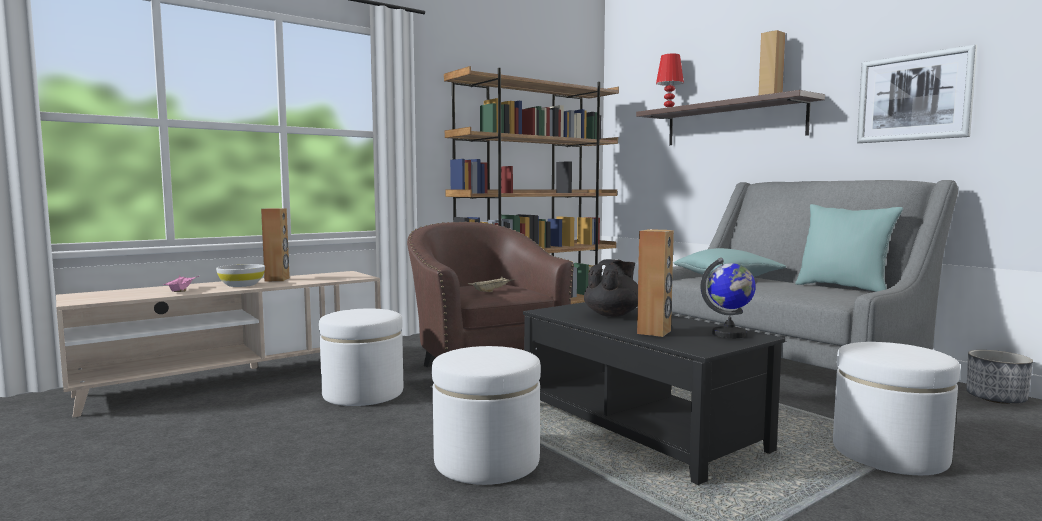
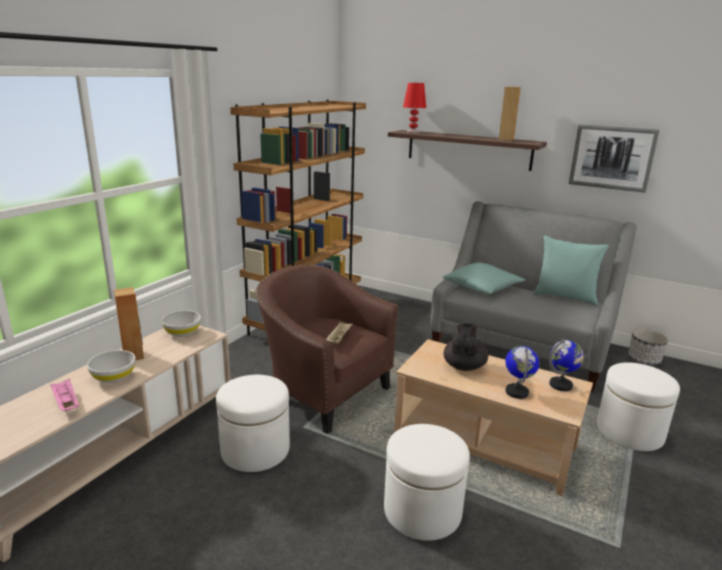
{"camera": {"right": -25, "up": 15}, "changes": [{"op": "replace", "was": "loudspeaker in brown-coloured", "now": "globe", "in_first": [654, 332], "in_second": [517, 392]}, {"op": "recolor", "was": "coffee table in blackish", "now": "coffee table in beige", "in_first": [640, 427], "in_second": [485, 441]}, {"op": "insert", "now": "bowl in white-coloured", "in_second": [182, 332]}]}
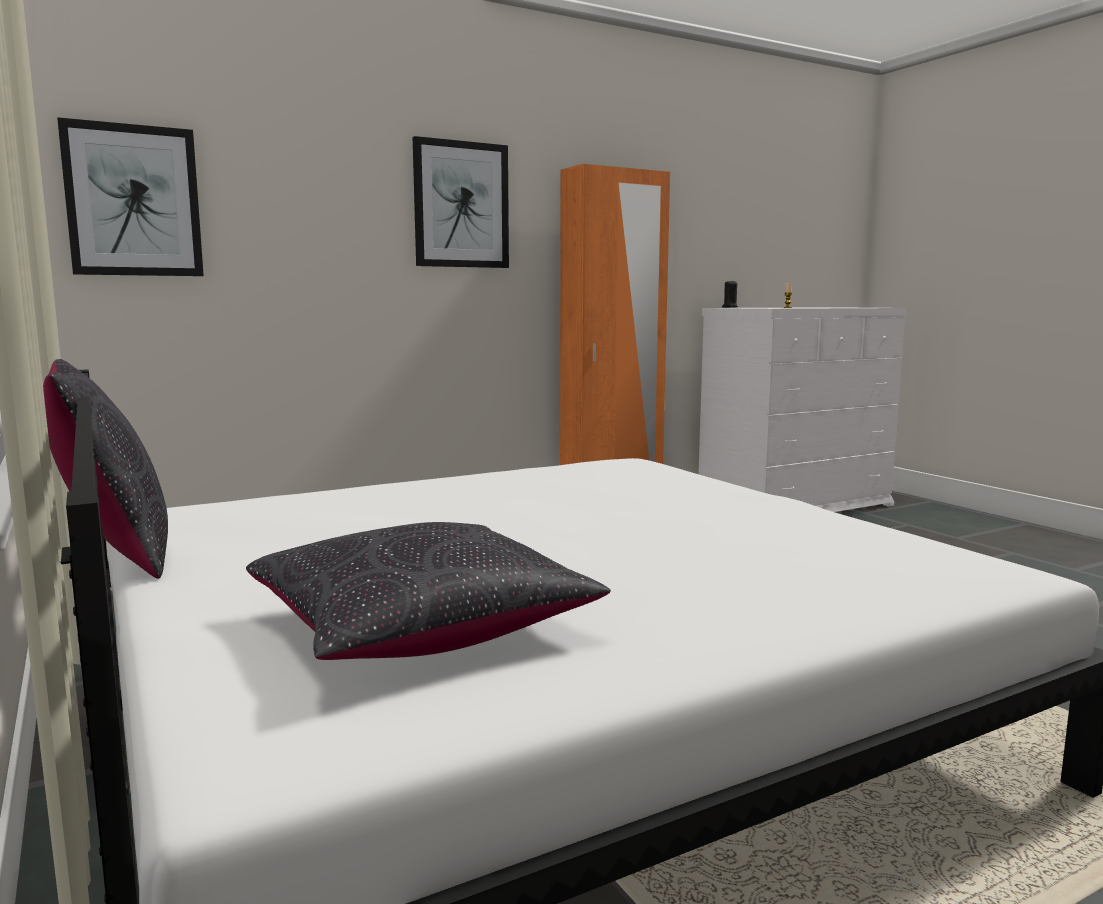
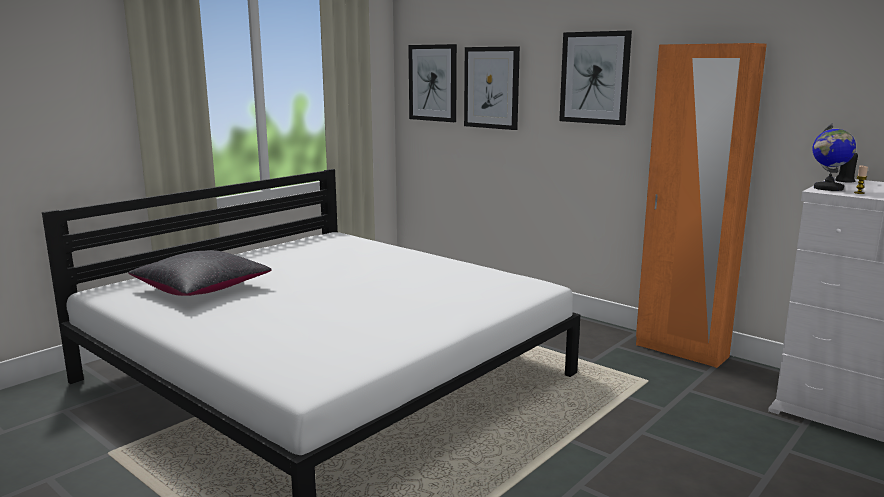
{"camera": {"right": 70, "up": 5}, "changes": [{"op": "delete", "was": "cushion in blackish", "in_first": [114, 554]}, {"op": "insert", "now": "wall art", "in_second": [491, 87]}, {"op": "insert", "now": "globe", "in_second": [828, 188]}]}
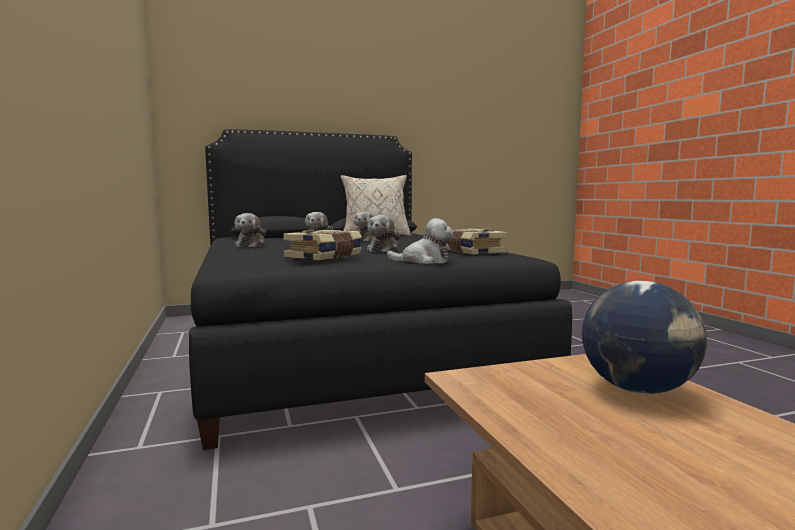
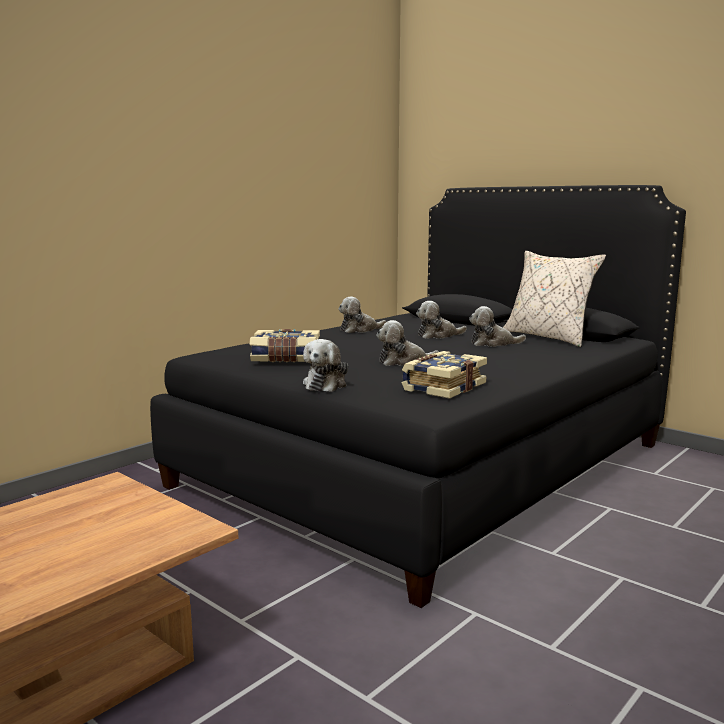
{"camera": {"right": 60, "up": 5}, "changes": [{"op": "rotate", "was": "cuddly toy", "in_first": [424, 261], "in_second": [326, 384], "clockwise": 45}, {"op": "delete", "was": "globe", "in_first": [638, 390]}]}
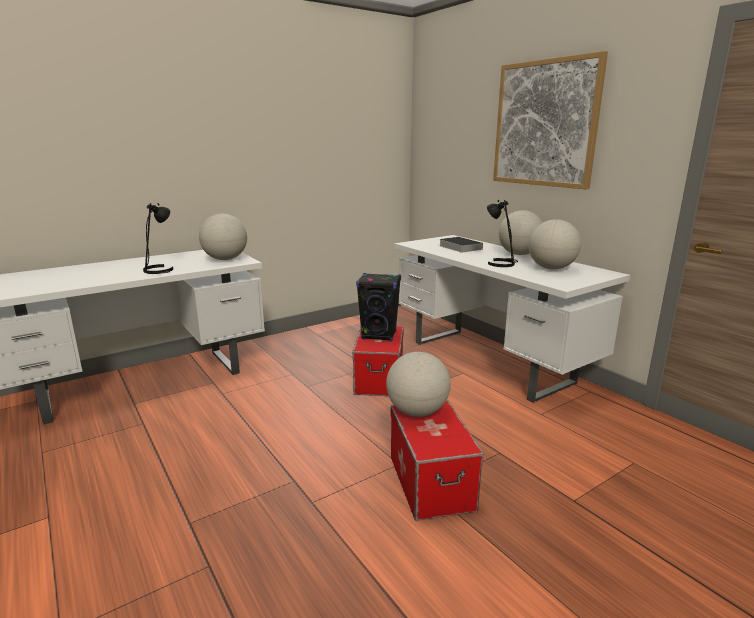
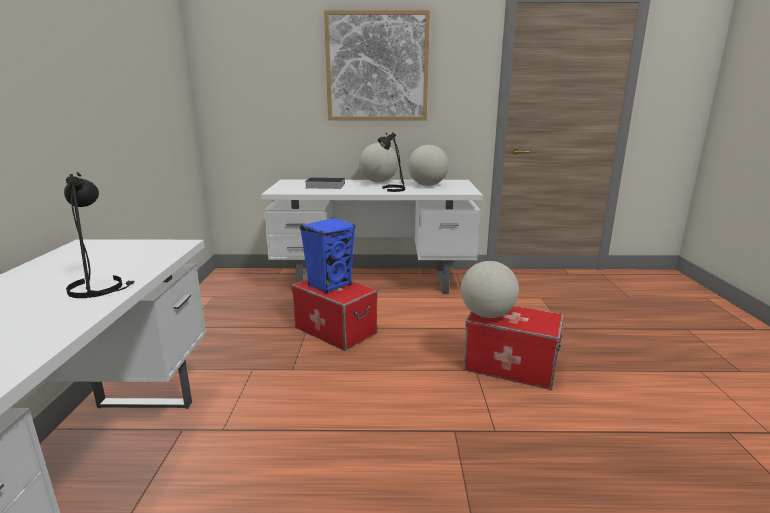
{"camera": {"right": -55, "up": 0}, "changes": [{"op": "delete", "was": "globe", "in_first": [225, 259]}, {"op": "recolor", "was": "loudspeaker in blackish", "now": "loudspeaker in blue", "in_first": [379, 335], "in_second": [330, 285]}]}
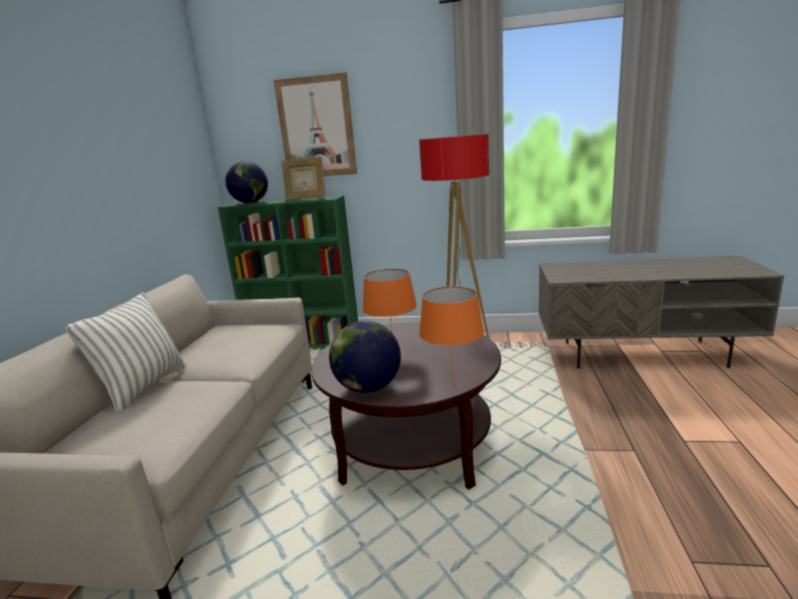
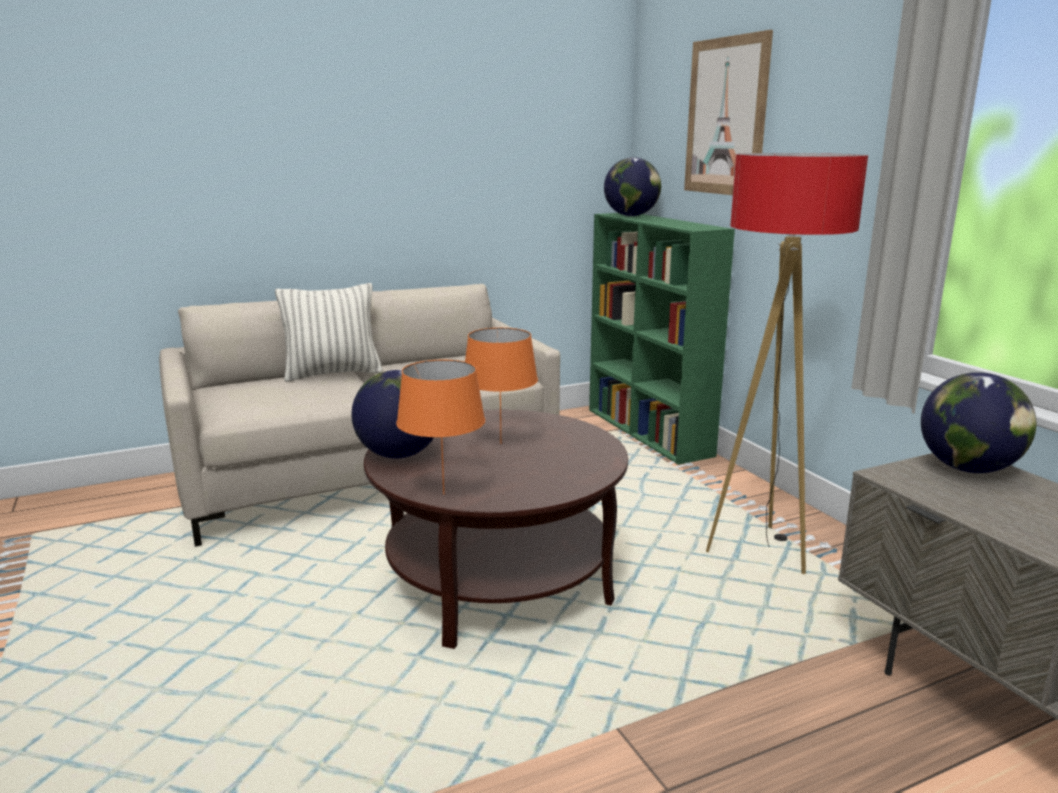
{"camera": {"right": 55, "up": 0}, "changes": [{"op": "delete", "was": "picture frame", "in_first": [306, 198]}, {"op": "insert", "now": "globe", "in_second": [967, 469]}]}
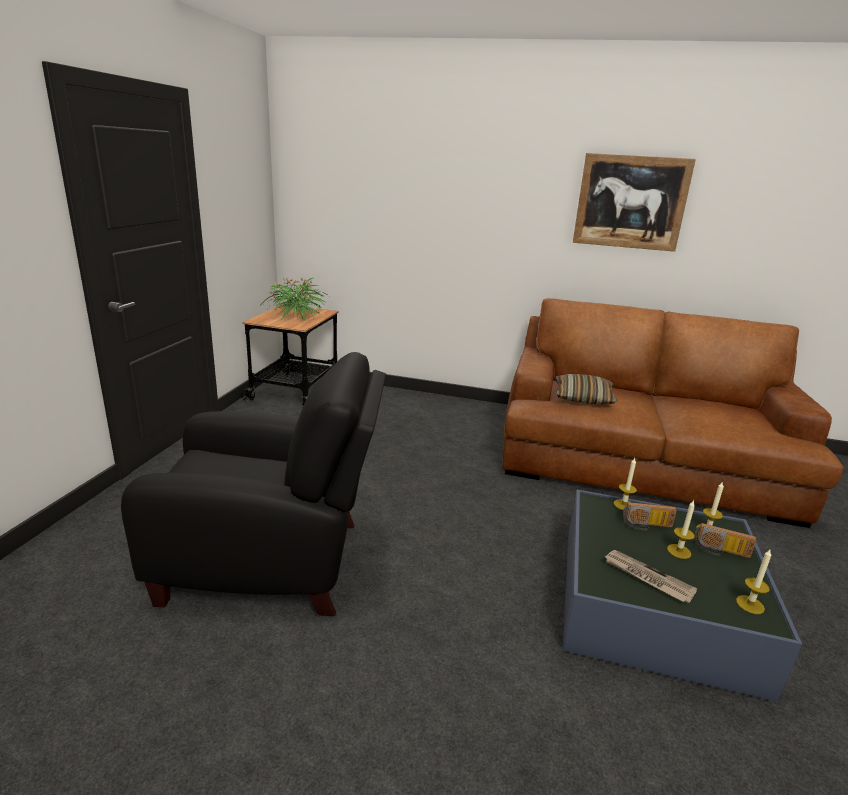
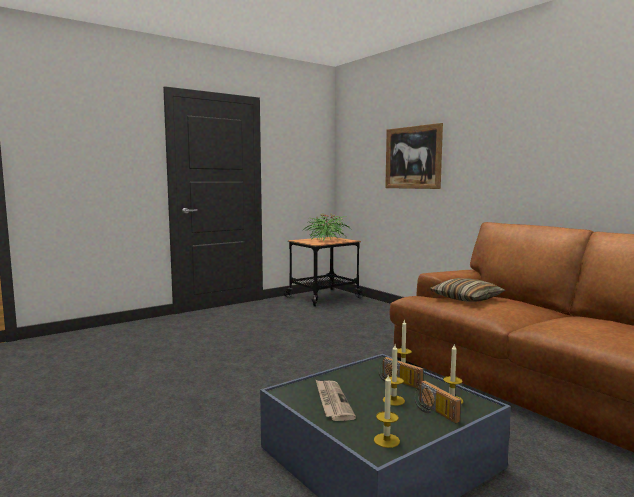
{"camera": {"right": 40, "up": -15}, "changes": [{"op": "move", "was": "wall art", "in_first": [630, 202], "in_second": [413, 157]}, {"op": "delete", "was": "armchair in blackish", "in_first": [272, 562]}]}
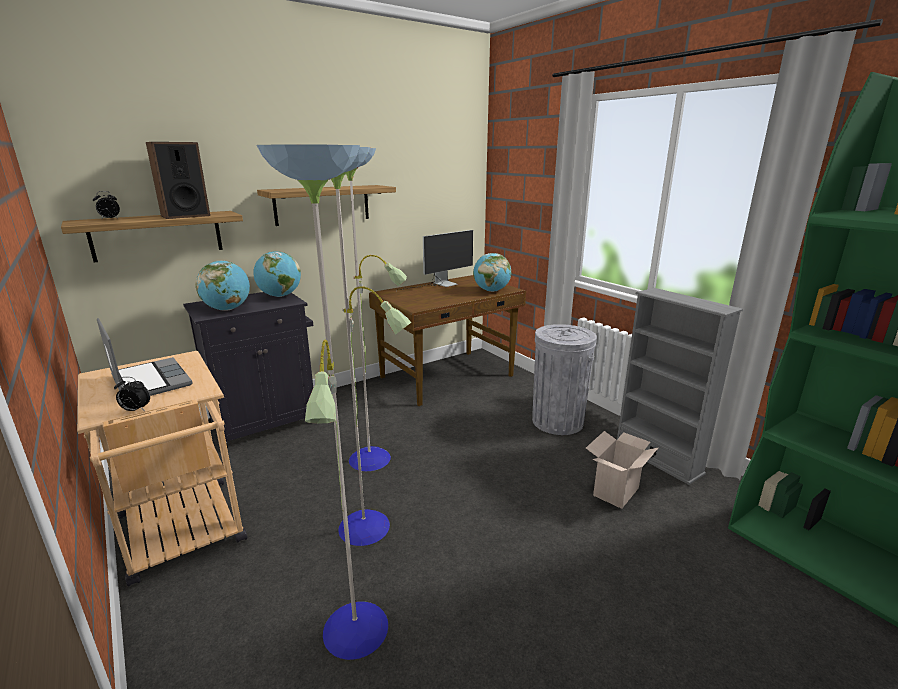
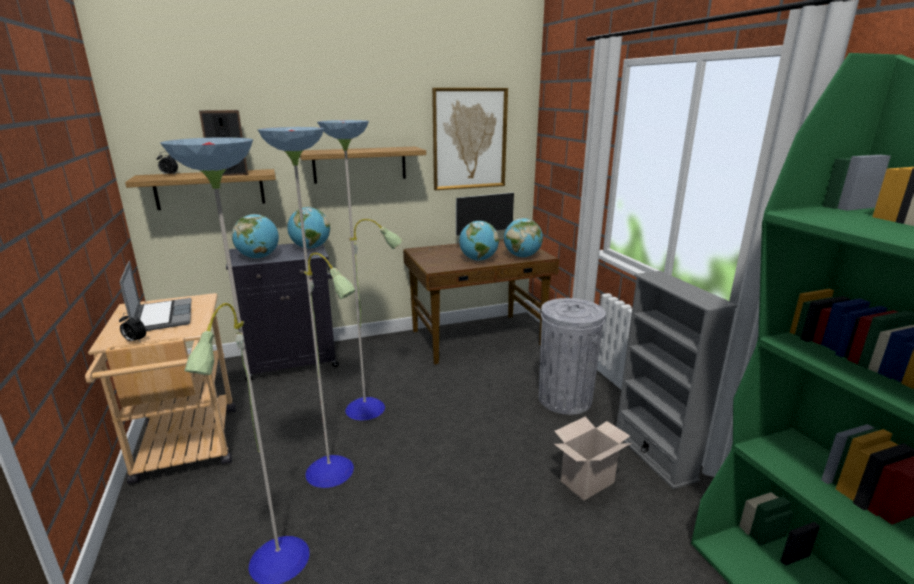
{"camera": {"right": 15, "up": 0}, "changes": [{"op": "insert", "now": "wall art", "in_second": [469, 139]}, {"op": "insert", "now": "globe", "in_second": [478, 260]}]}
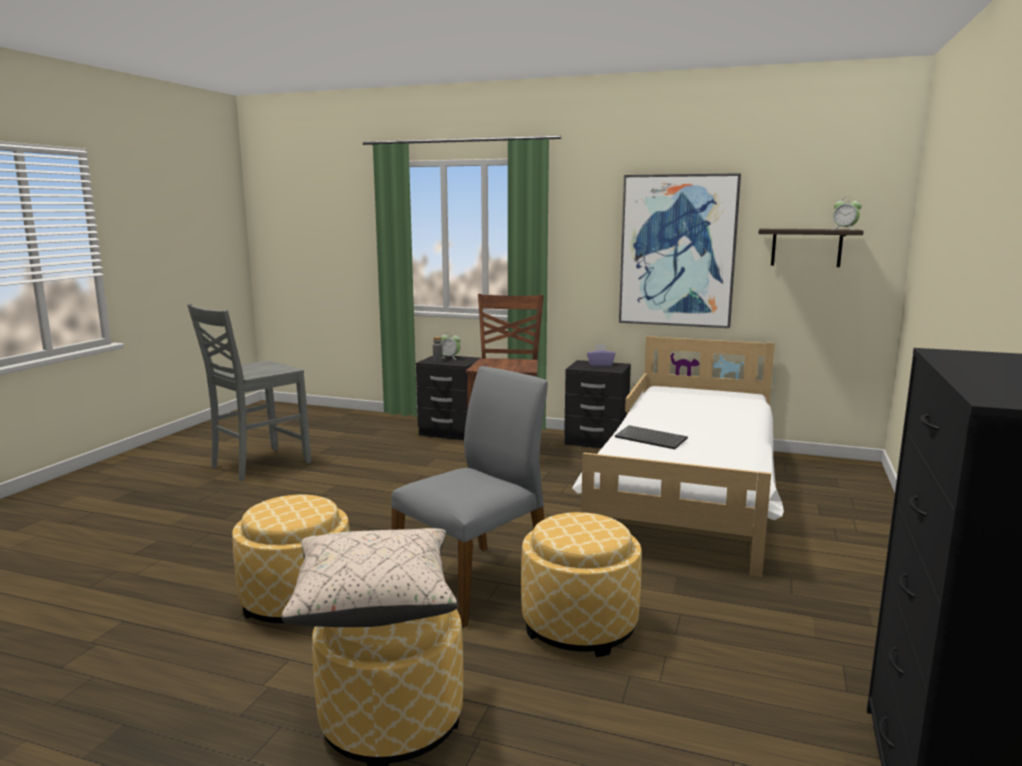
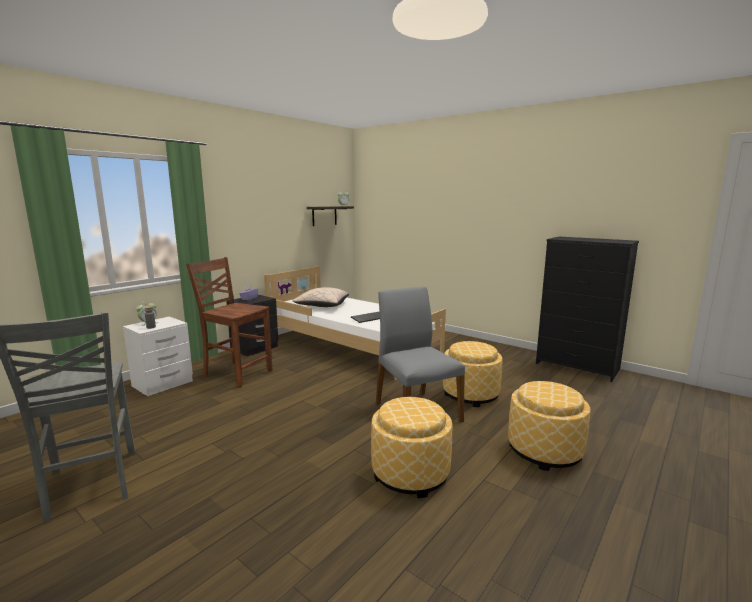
{"camera": {"right": -70, "up": 0}, "changes": [{"op": "delete", "was": "wall art", "in_first": [677, 251]}, {"op": "recolor", "was": "bedside table in blackish", "now": "bedside table in white-coloured", "in_first": [451, 432], "in_second": [162, 384]}, {"op": "move", "was": "cushion in beige", "in_first": [374, 600], "in_second": [322, 306]}]}
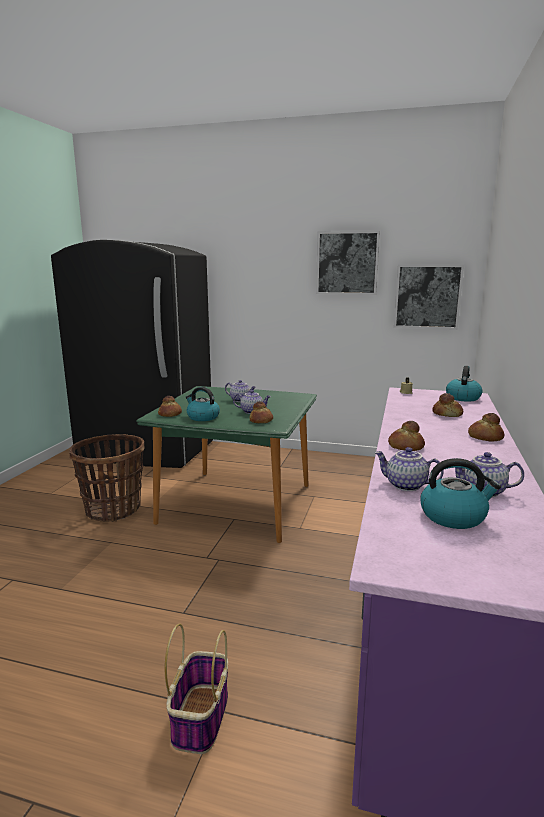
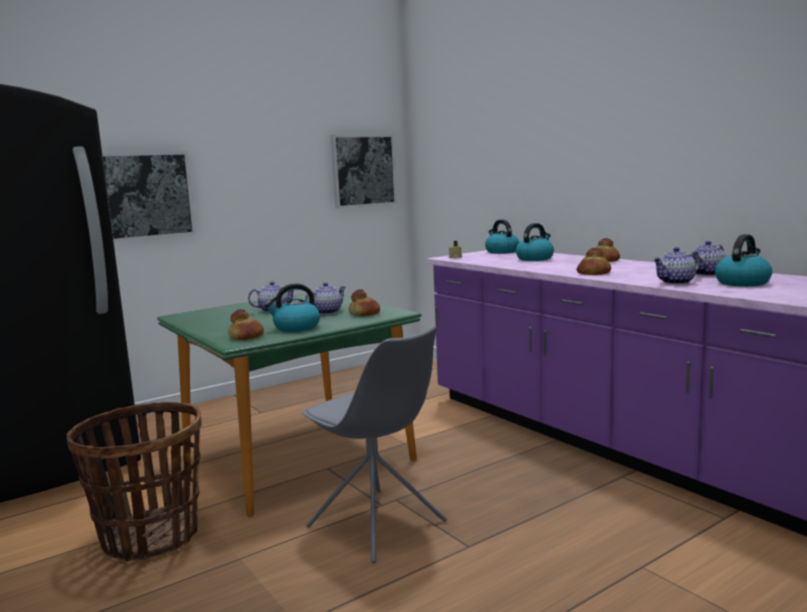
{"camera": {"right": -50, "up": -5}, "changes": [{"op": "move", "was": "wall art", "in_first": [347, 263], "in_second": [147, 195]}, {"op": "replace", "was": "baked bread", "now": "kettle", "in_first": [447, 414], "in_second": [535, 259]}, {"op": "delete", "was": "basket", "in_first": [200, 717]}, {"op": "insert", "now": "plain chair in gray", "in_second": [378, 525]}]}
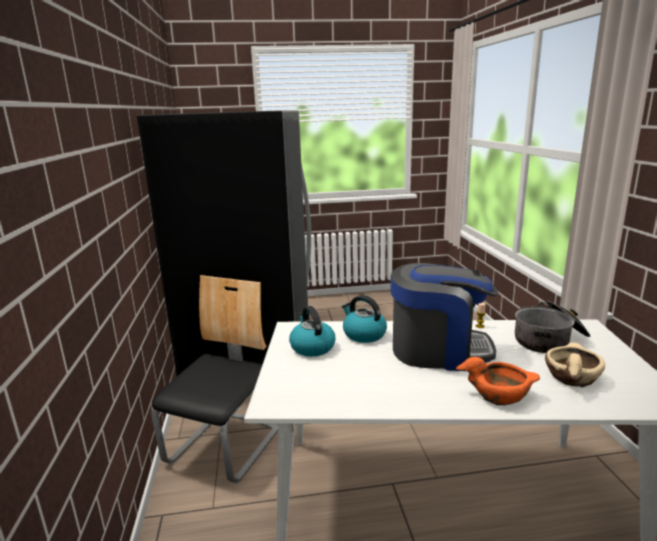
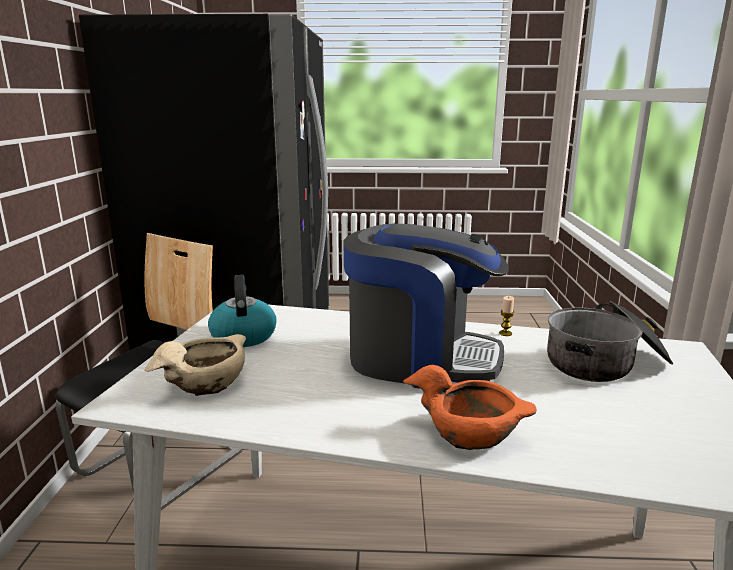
{"camera": {"right": 10, "up": 0}, "changes": [{"op": "delete", "was": "kettle", "in_first": [363, 334]}, {"op": "move", "was": "bowl in beige", "in_first": [571, 377], "in_second": [207, 382]}]}
